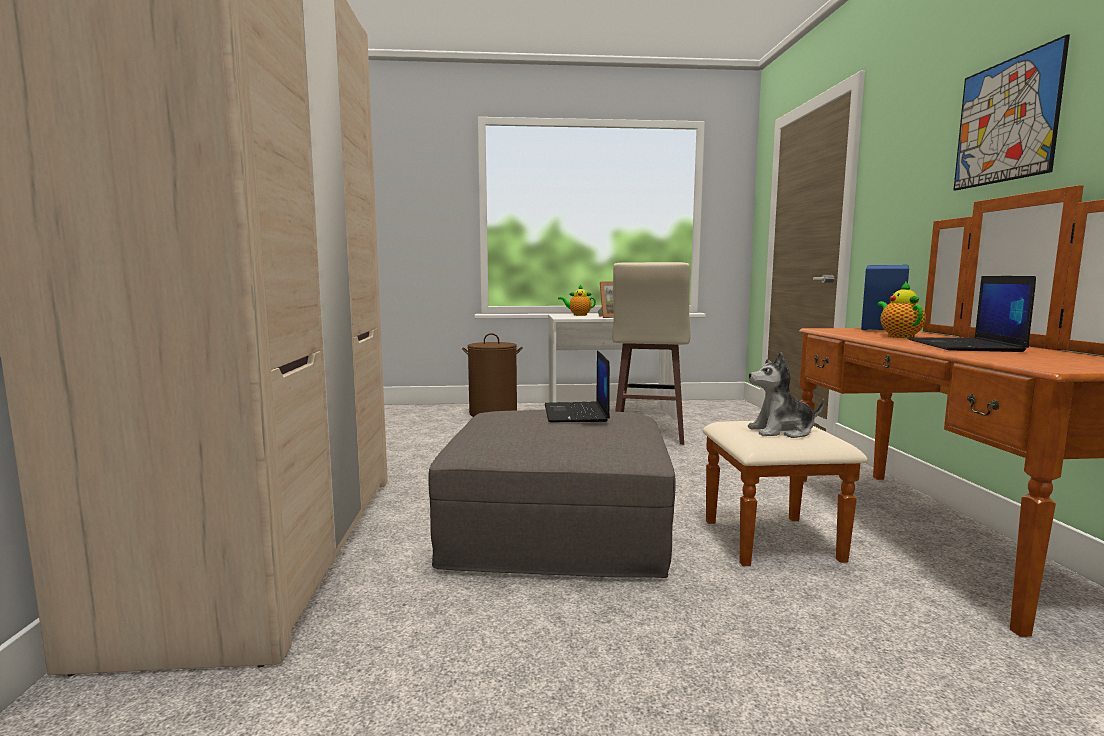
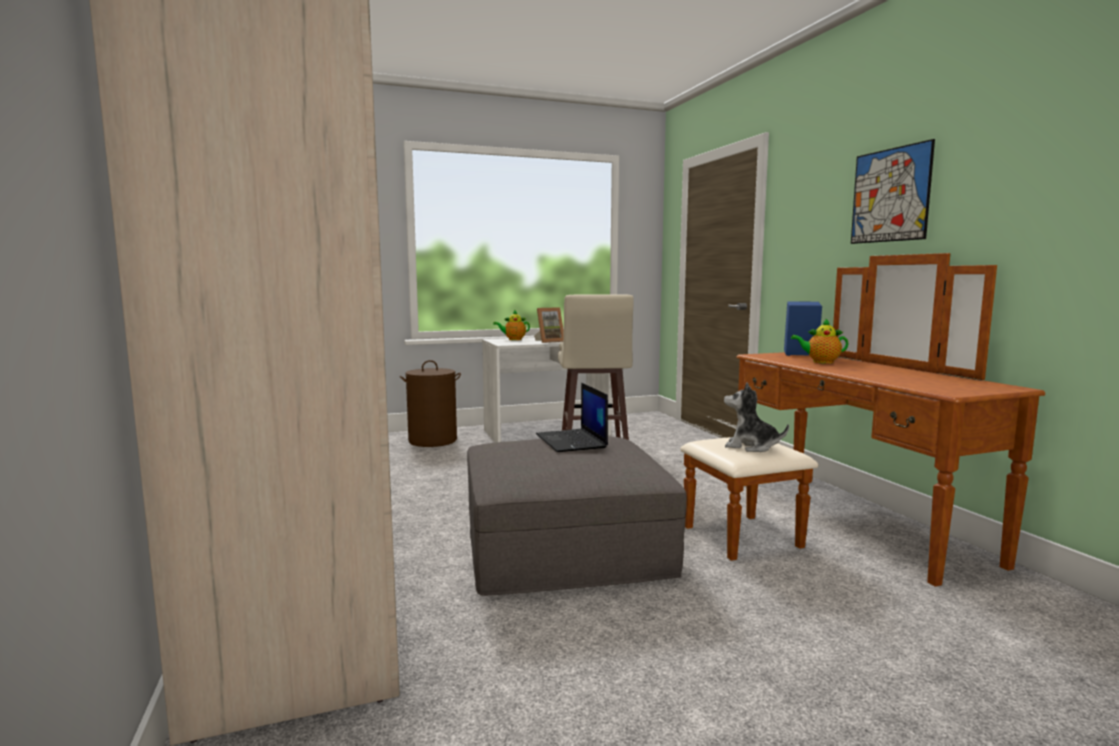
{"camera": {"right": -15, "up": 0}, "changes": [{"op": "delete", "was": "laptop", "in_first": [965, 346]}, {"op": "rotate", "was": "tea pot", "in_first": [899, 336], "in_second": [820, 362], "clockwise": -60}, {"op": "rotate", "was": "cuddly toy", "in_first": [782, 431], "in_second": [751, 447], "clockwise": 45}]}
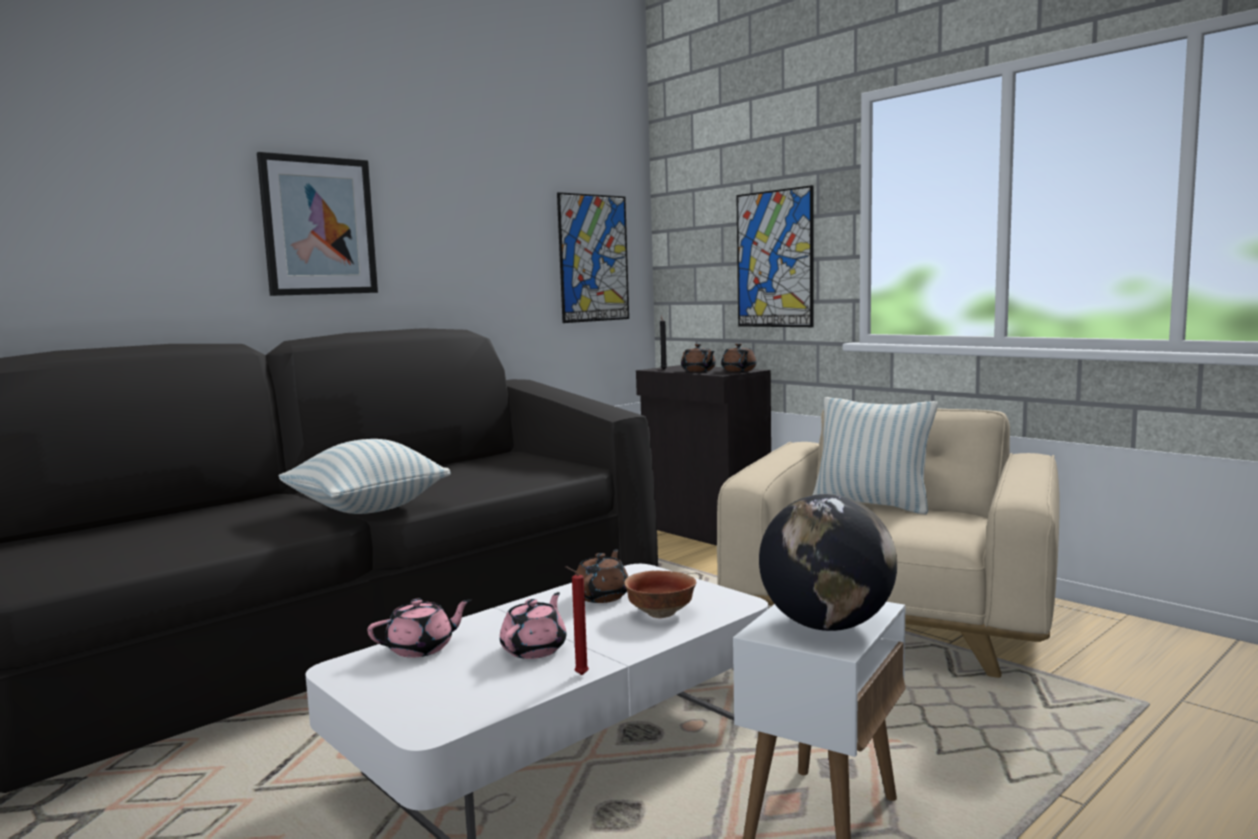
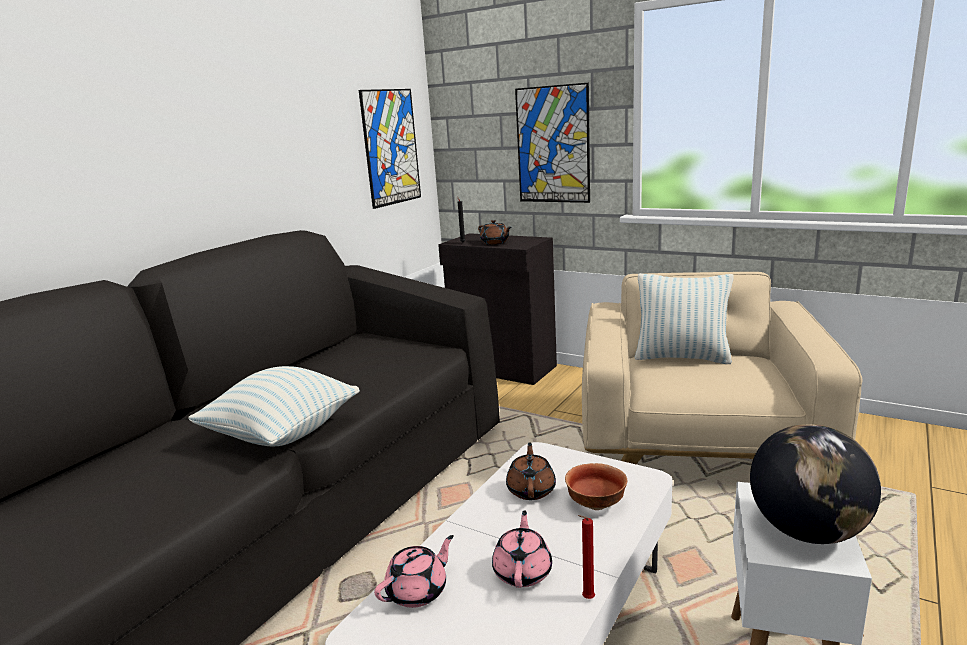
{"camera": {"right": -15, "up": 10}, "changes": [{"op": "delete", "was": "wall art", "in_first": [319, 226]}, {"op": "delete", "was": "tea pot in brown-coloured", "in_first": [738, 371]}]}
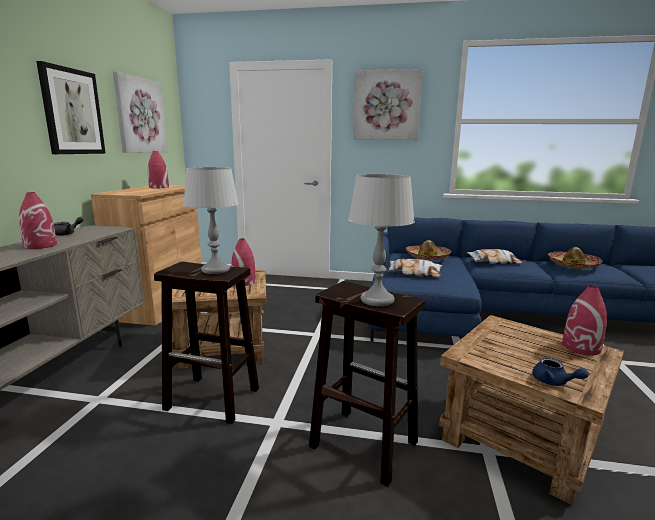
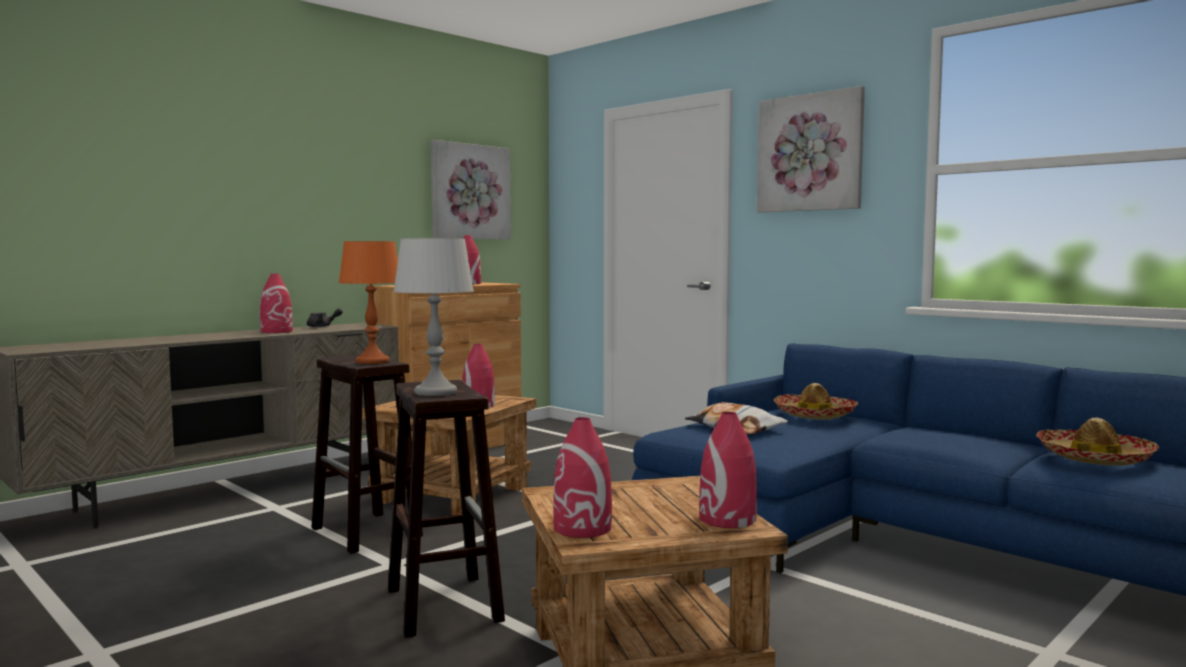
{"camera": {"right": 35, "up": -10}, "changes": [{"op": "delete", "was": "wall art", "in_first": [72, 112]}, {"op": "recolor", "was": "table lamp in gray", "now": "table lamp in orangey", "in_first": [216, 270], "in_second": [373, 361]}, {"op": "delete", "was": "cushion", "in_first": [493, 261]}, {"op": "replace", "was": "tea pot in blue", "now": "flower vase in red", "in_first": [554, 382], "in_second": [583, 528]}]}
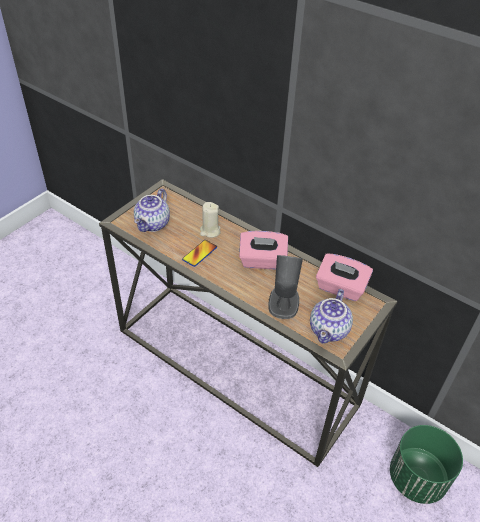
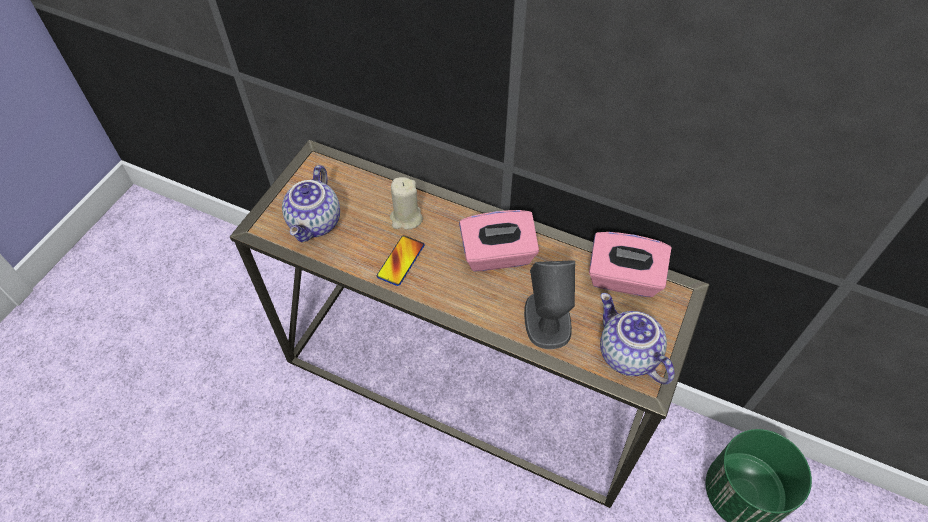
{"camera": {"right": -10, "up": 10}, "changes": [{"op": "rotate", "was": "tea pot", "in_first": [329, 331], "in_second": [626, 355], "clockwise": 135}]}
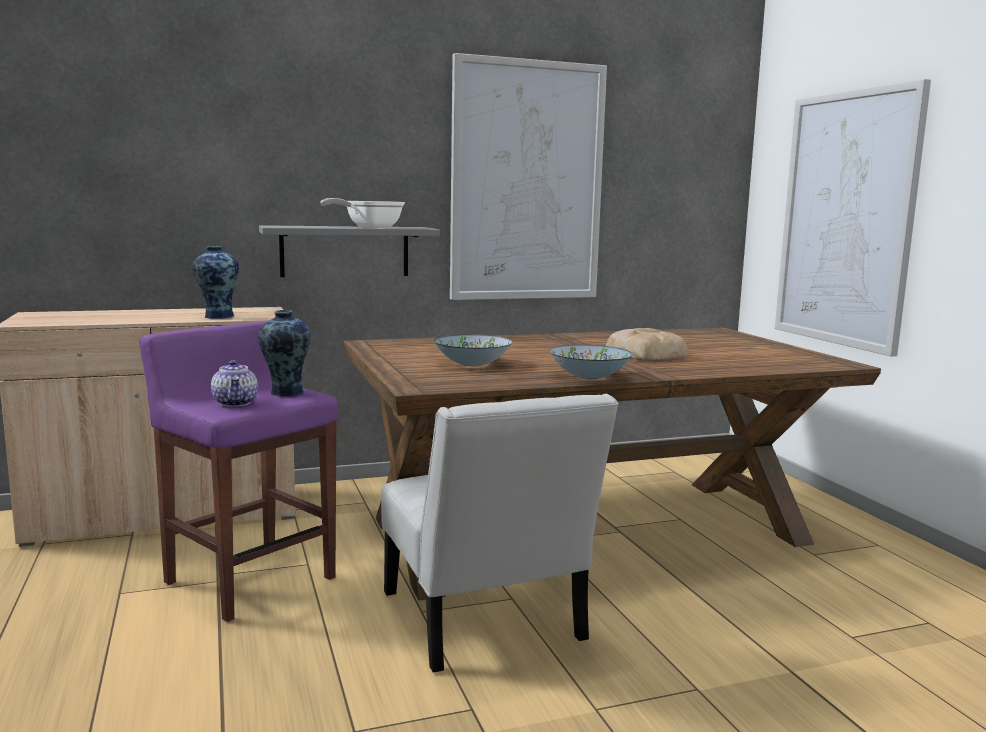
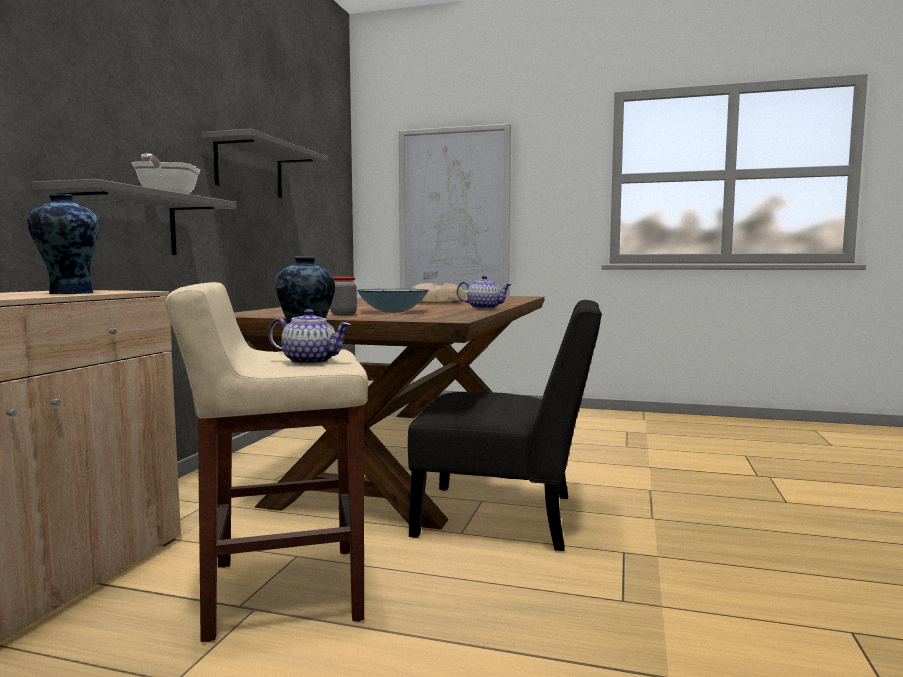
{"camera": {"right": -55, "up": -5}, "changes": [{"op": "replace", "was": "wall art", "now": "bracket shelf in gray", "in_first": [527, 182], "in_second": [249, 169]}, {"op": "recolor", "was": "stool in purplish", "now": "stool in beige", "in_first": [249, 579], "in_second": [281, 591]}, {"op": "replace", "was": "bowl", "now": "tea pot", "in_first": [589, 376], "in_second": [484, 308]}, {"op": "recolor", "was": "plain chair in white-coloured", "now": "plain chair in blackish", "in_first": [485, 622], "in_second": [507, 517]}, {"op": "insert", "now": "jar", "in_second": [343, 315]}]}
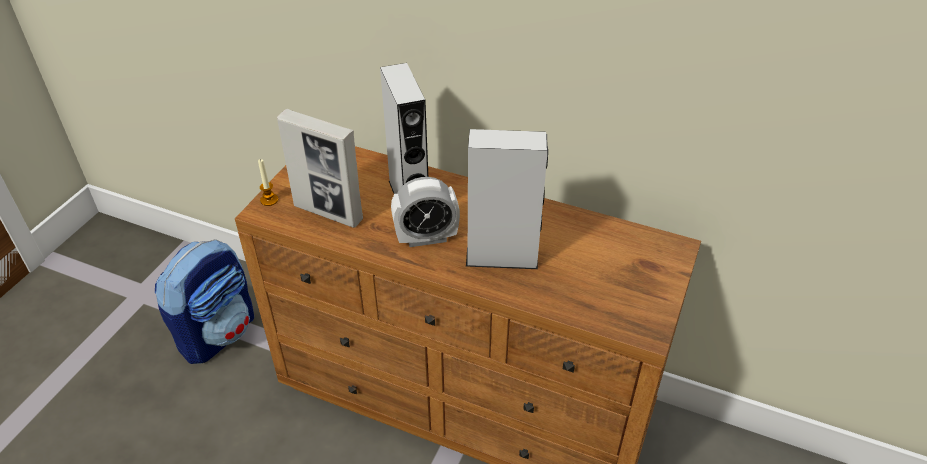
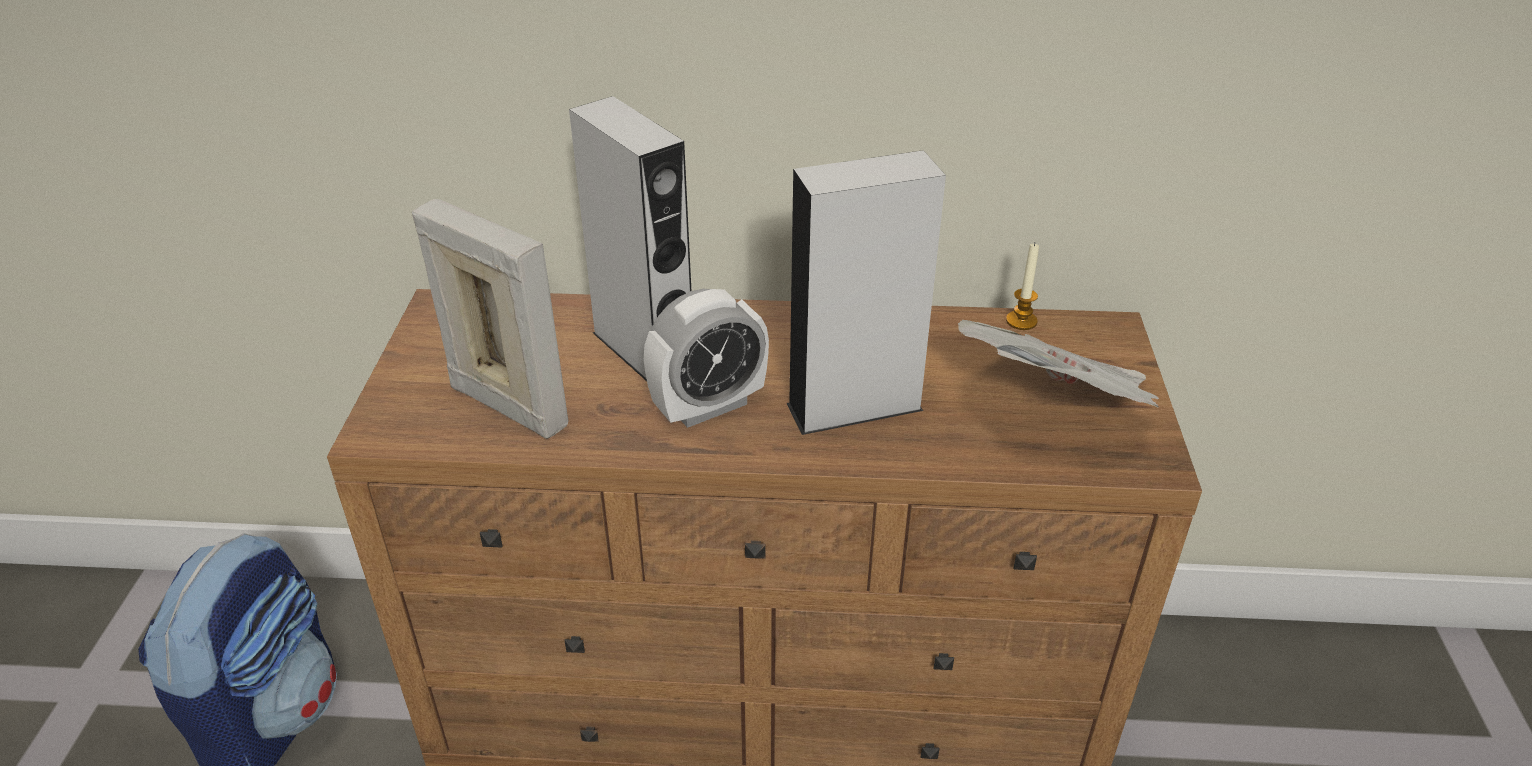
{"camera": {"right": -20, "up": -5}, "changes": [{"op": "rotate", "was": "picture frame", "in_first": [328, 213], "in_second": [508, 406], "clockwise": -150}, {"op": "move", "was": "wax candle", "in_first": [269, 200], "in_second": [1021, 321]}, {"op": "insert", "now": "newspaper", "in_second": [1058, 406]}]}
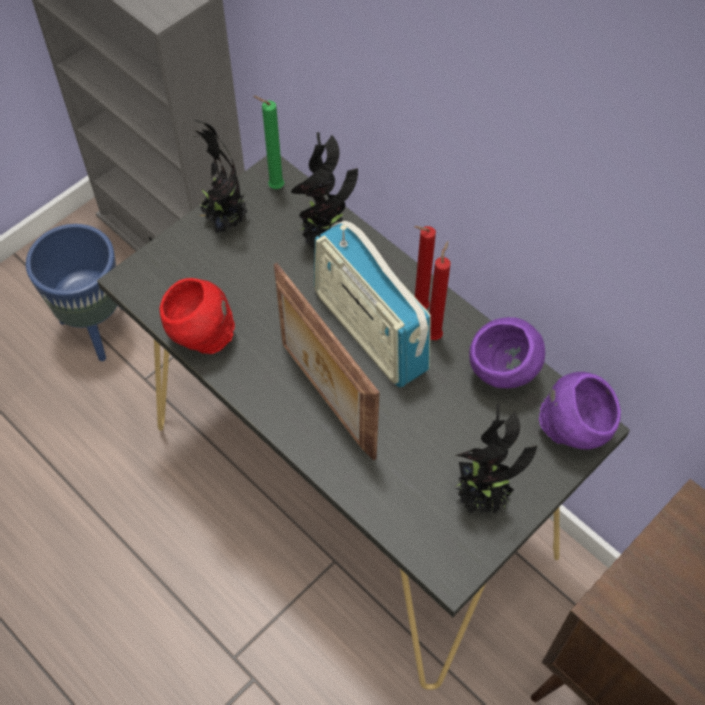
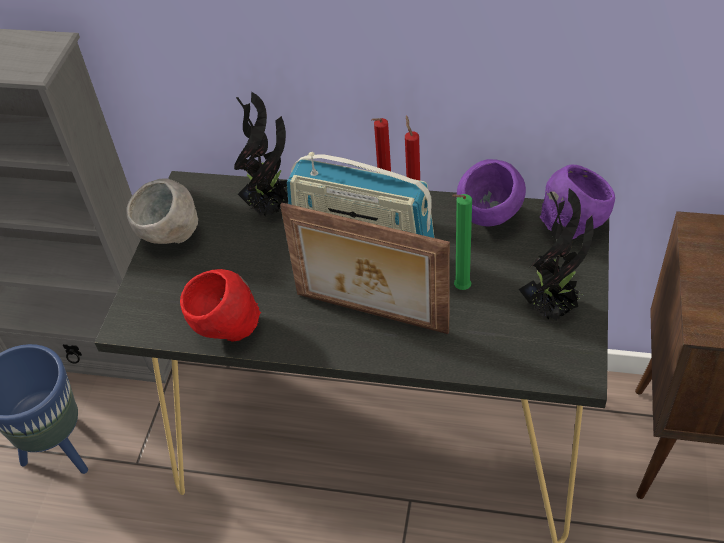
{"camera": {"right": -30, "up": -10}, "changes": [{"op": "move", "was": "wax candle in greenish", "in_first": [273, 187], "in_second": [460, 289]}, {"op": "replace", "was": "houseplant", "now": "bowl in gray", "in_first": [224, 220], "in_second": [172, 238]}]}
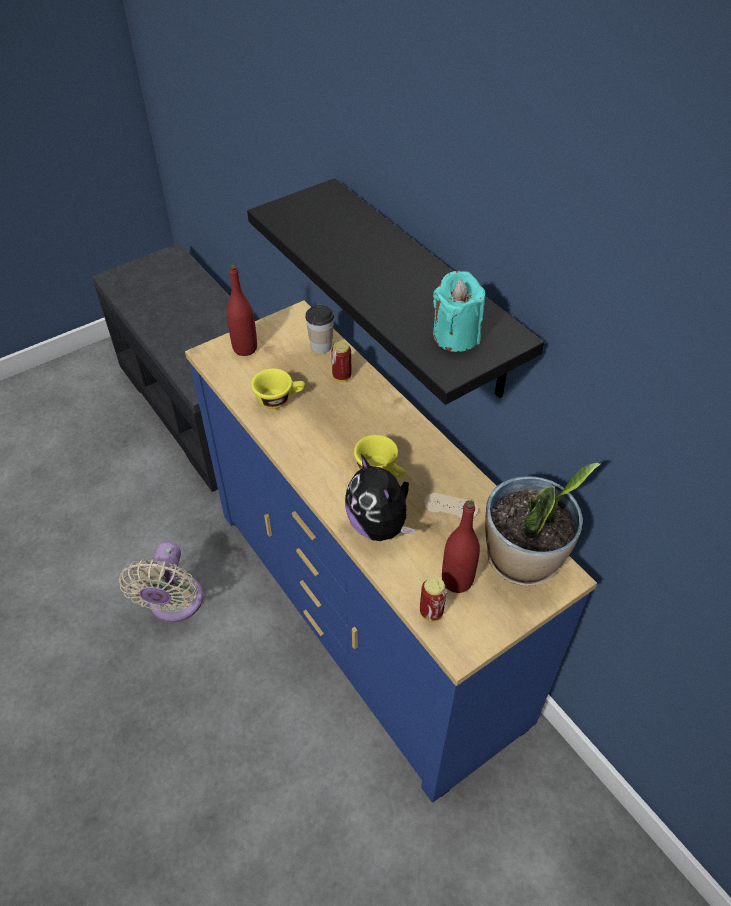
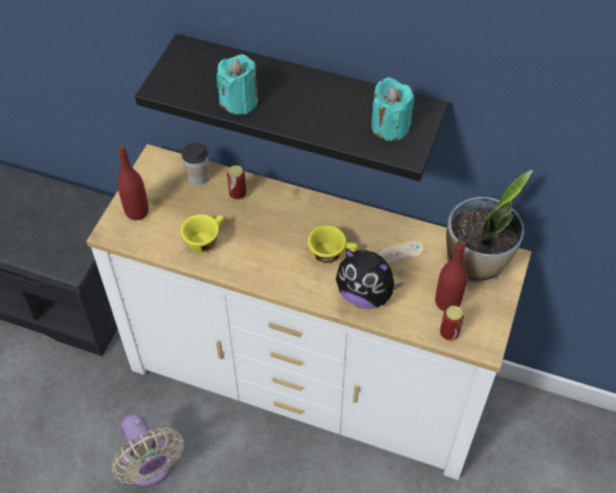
{"camera": {"right": -35, "up": 5}, "changes": [{"op": "recolor", "was": "dresser in blue", "now": "dresser in white-coloured", "in_first": [366, 610], "in_second": [308, 375]}, {"op": "insert", "now": "wax candle in blue-green", "in_second": [239, 101]}]}
